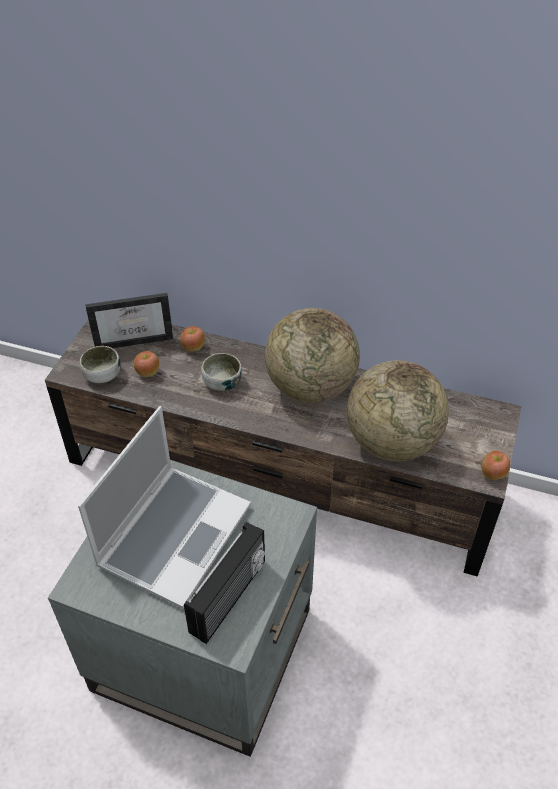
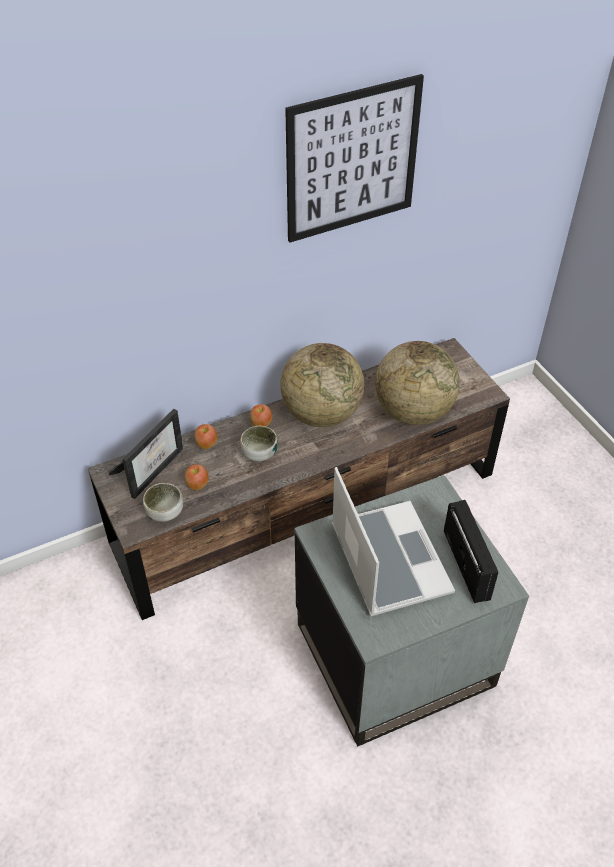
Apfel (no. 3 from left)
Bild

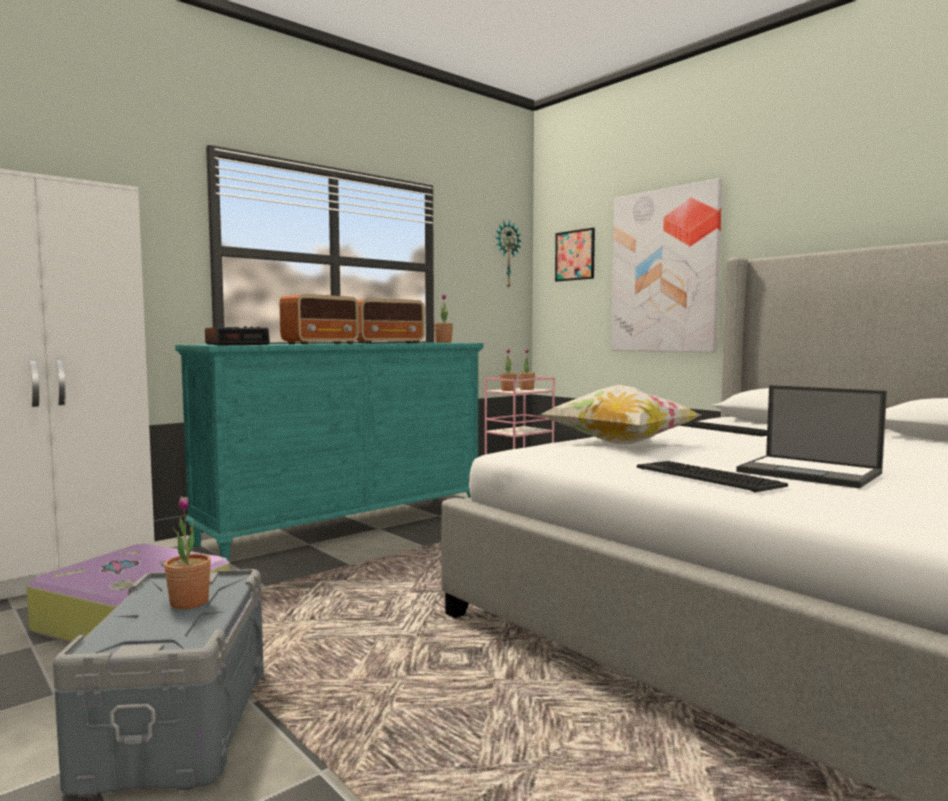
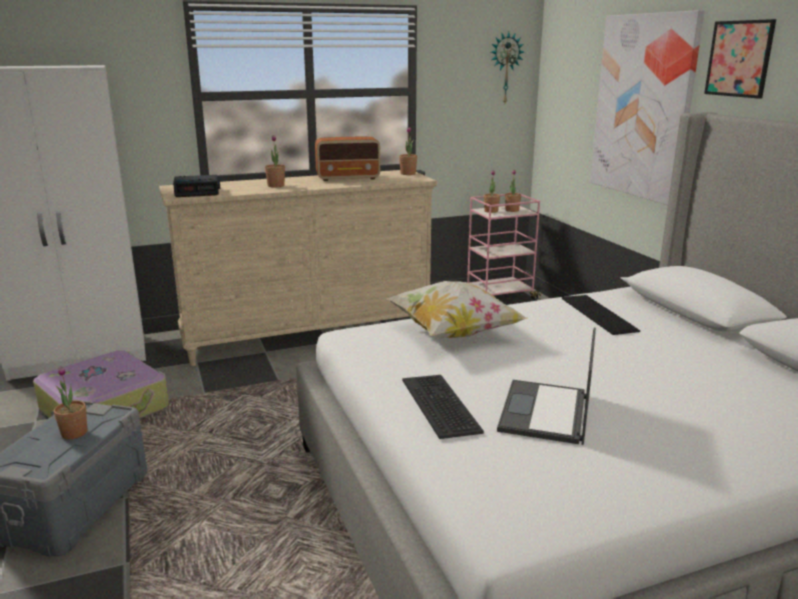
Bild (no. 2 from left)
Topfpflanze (no. 2 from left)
Kommode/beige
Laptop

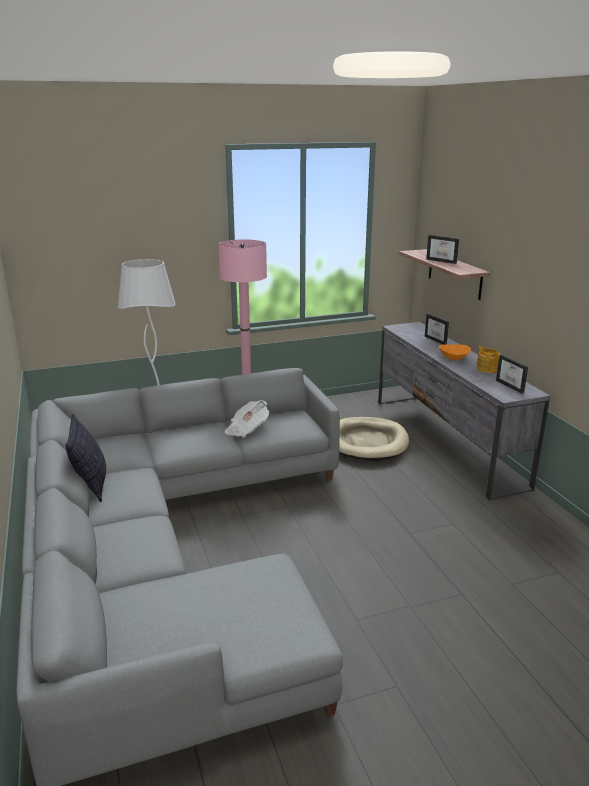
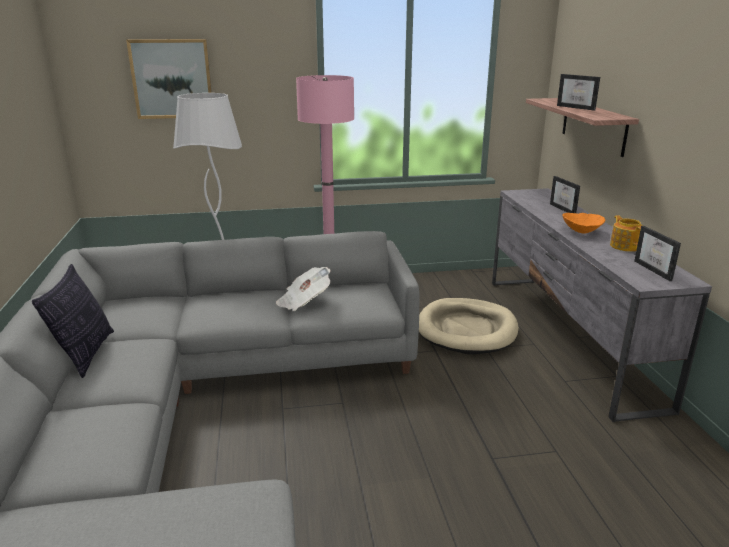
Bild

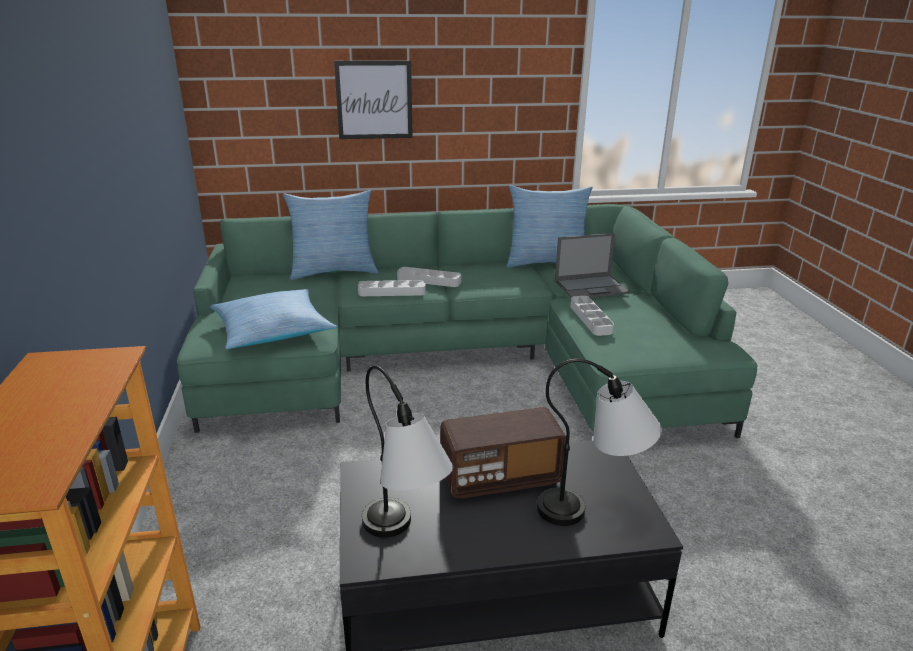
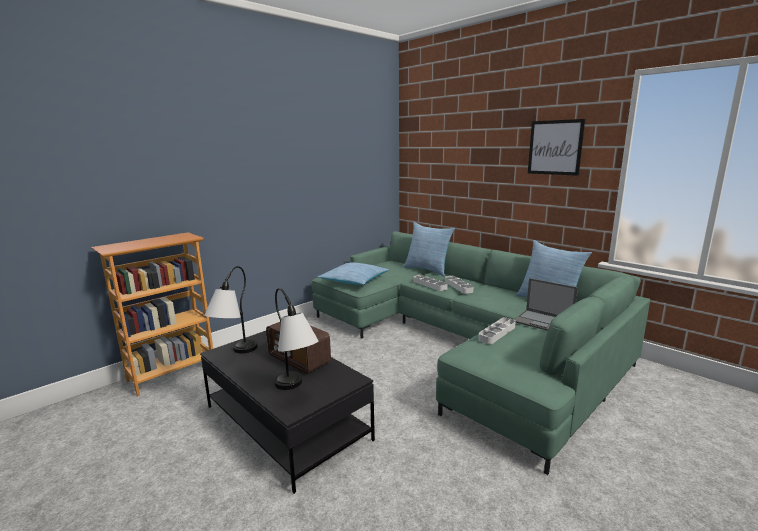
Bild

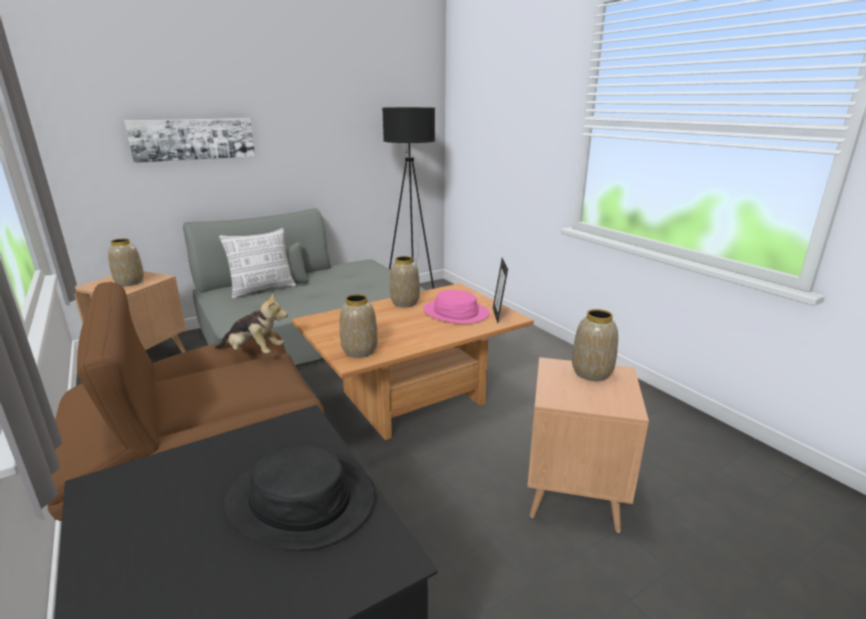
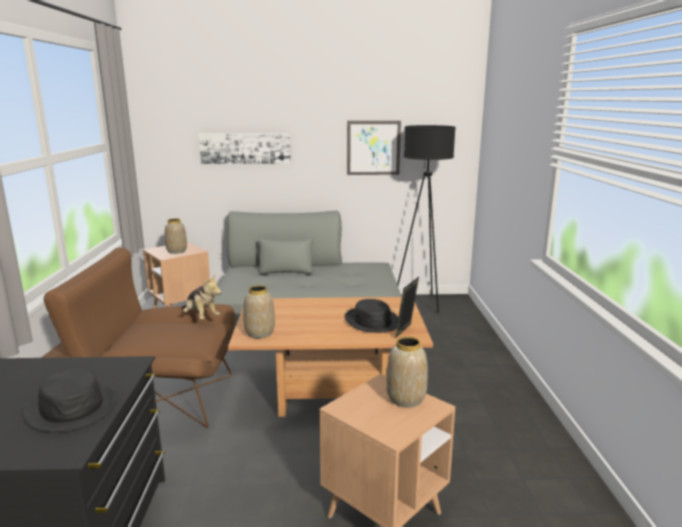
Kissen
Vase (no. 3 from left in the first image)
Hut/schwarz (no. 2 from left)
Bild (no. 2 from left)

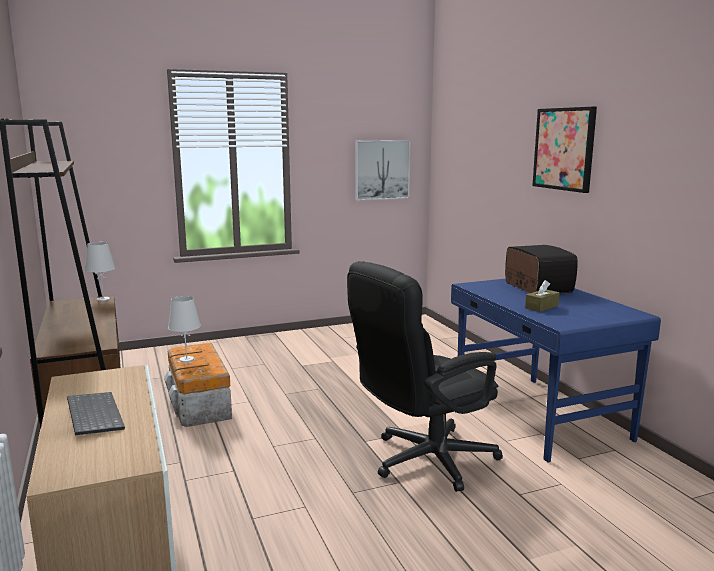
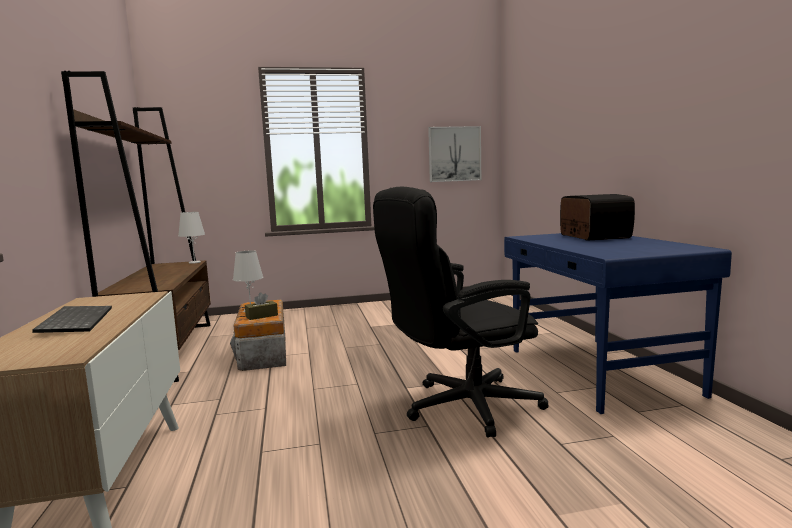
Bild (no. 2 from left in the first image)
Taschentuchbox/braun

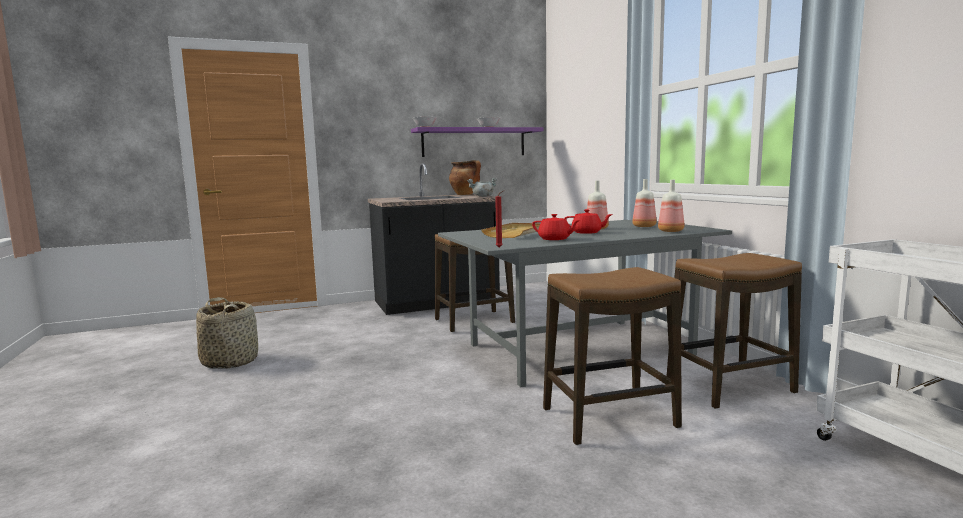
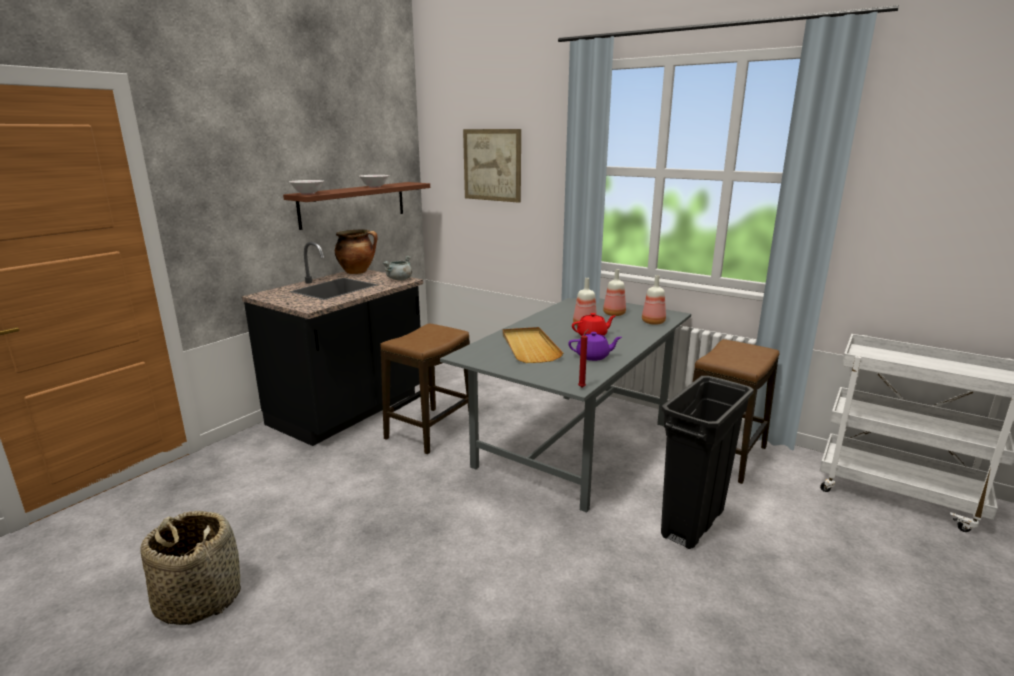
Wandregal/braun
Teekanne/lila
Mülleimer/schwarz
Bild

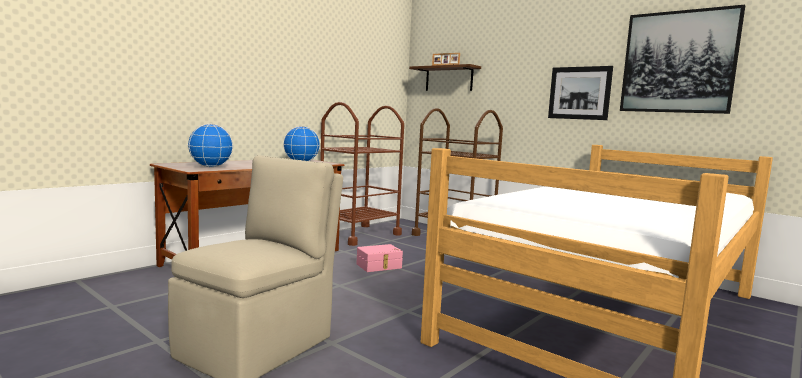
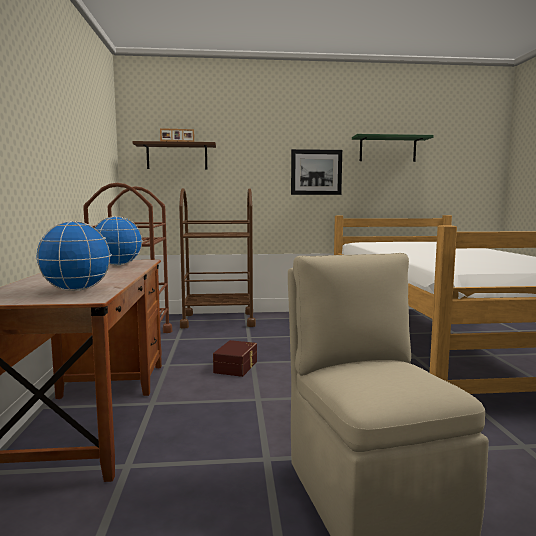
Wandregal/grün
Aufbewahrungsbox/braun

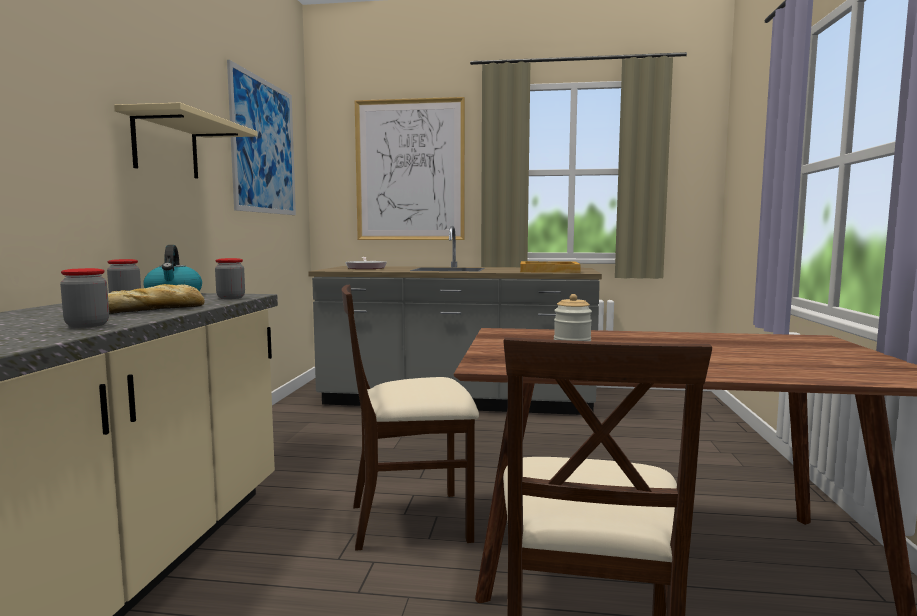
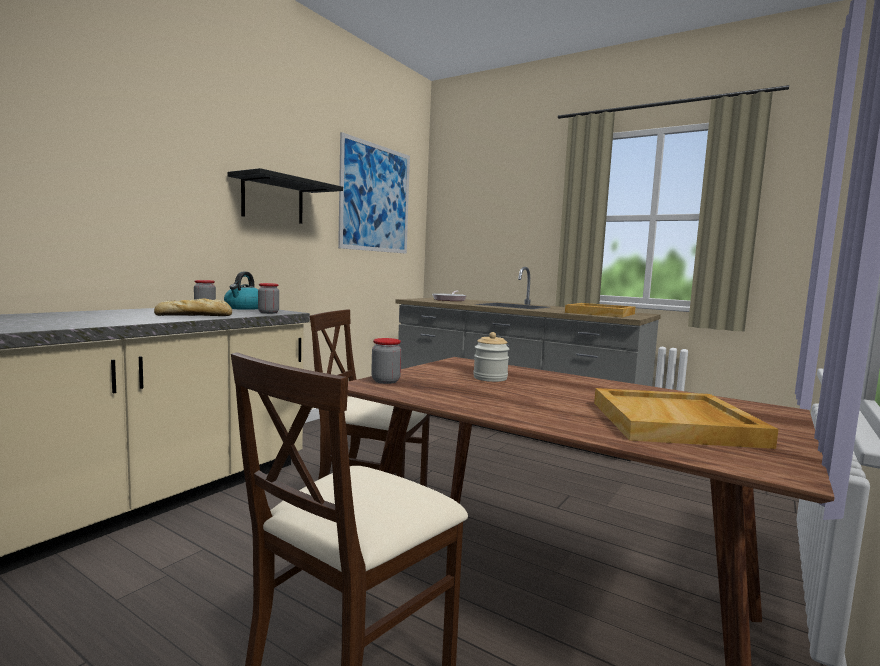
Bild (no. 2 from left in the first image)
Wandregal/schwarz
Vorratsglas (no. 3 from left)
Tablett/beige (no. 2 from left)

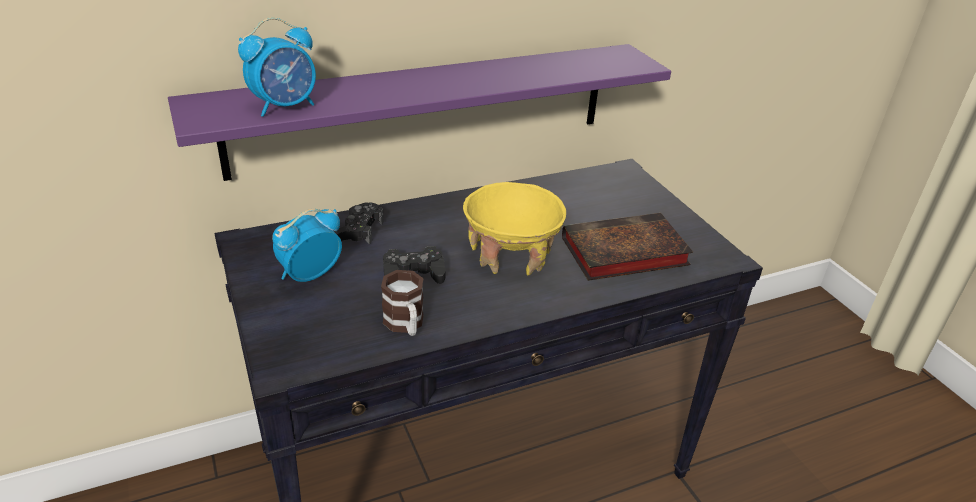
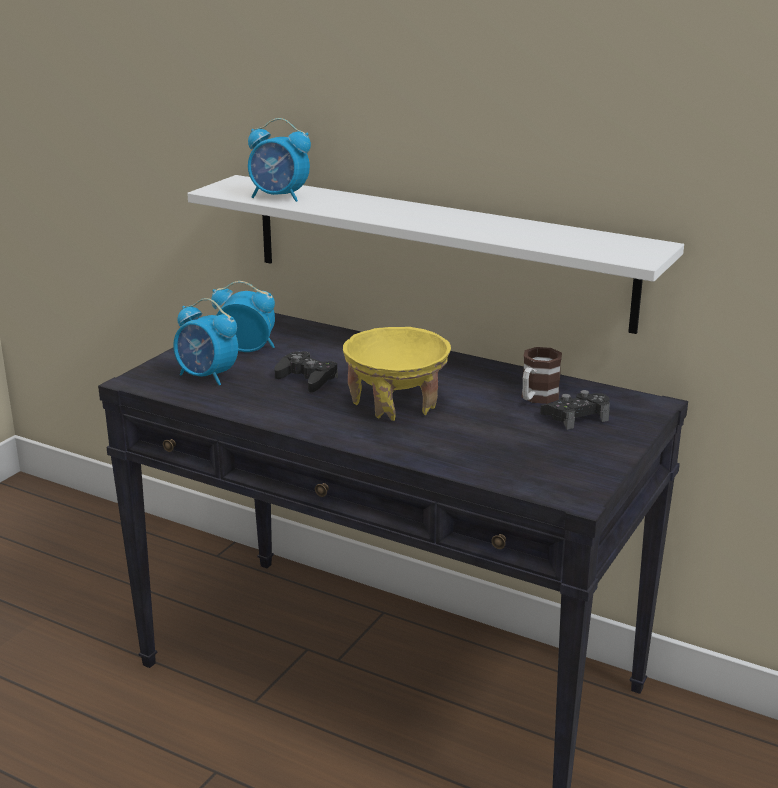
Wandregal/weiß
Gamepad/schwarz (no. 2 from left)
Buch
Henkelbecher
Wecker (no. 1 from left)

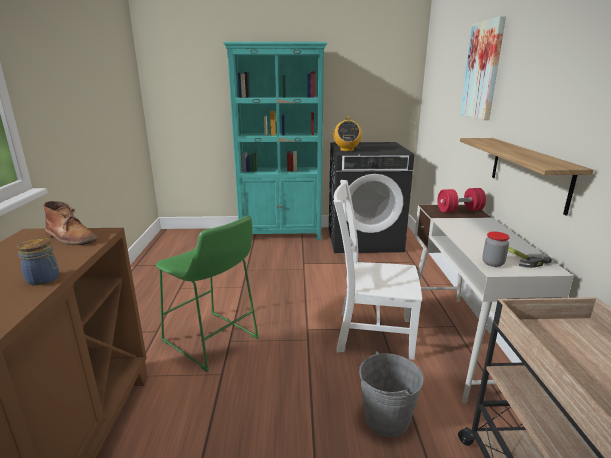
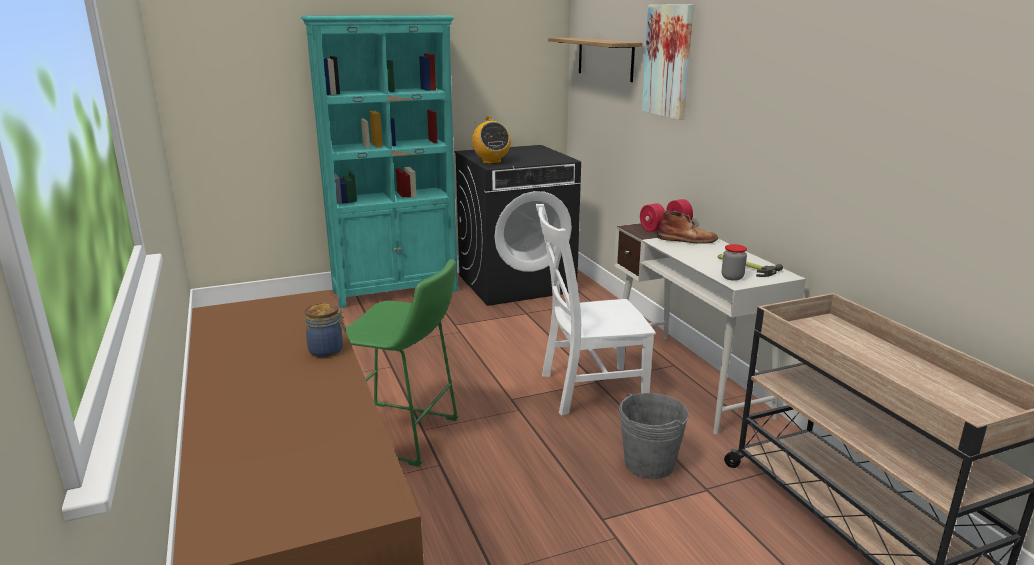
Wandregal
Stiefel/braun

